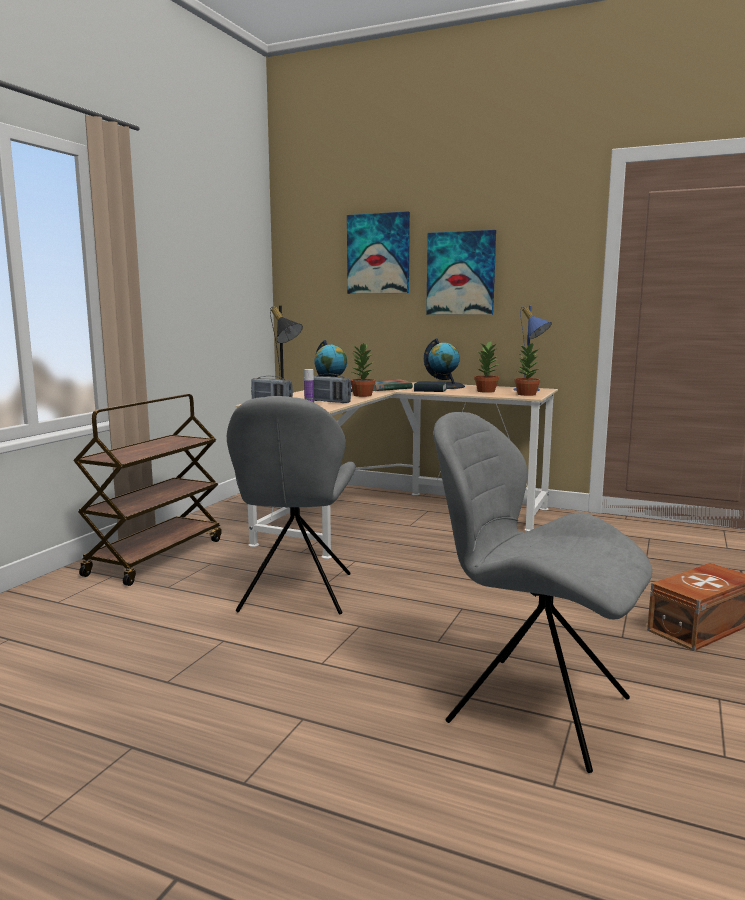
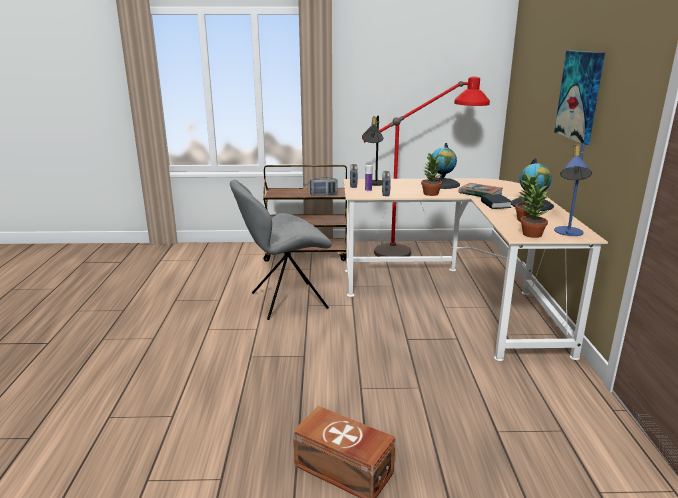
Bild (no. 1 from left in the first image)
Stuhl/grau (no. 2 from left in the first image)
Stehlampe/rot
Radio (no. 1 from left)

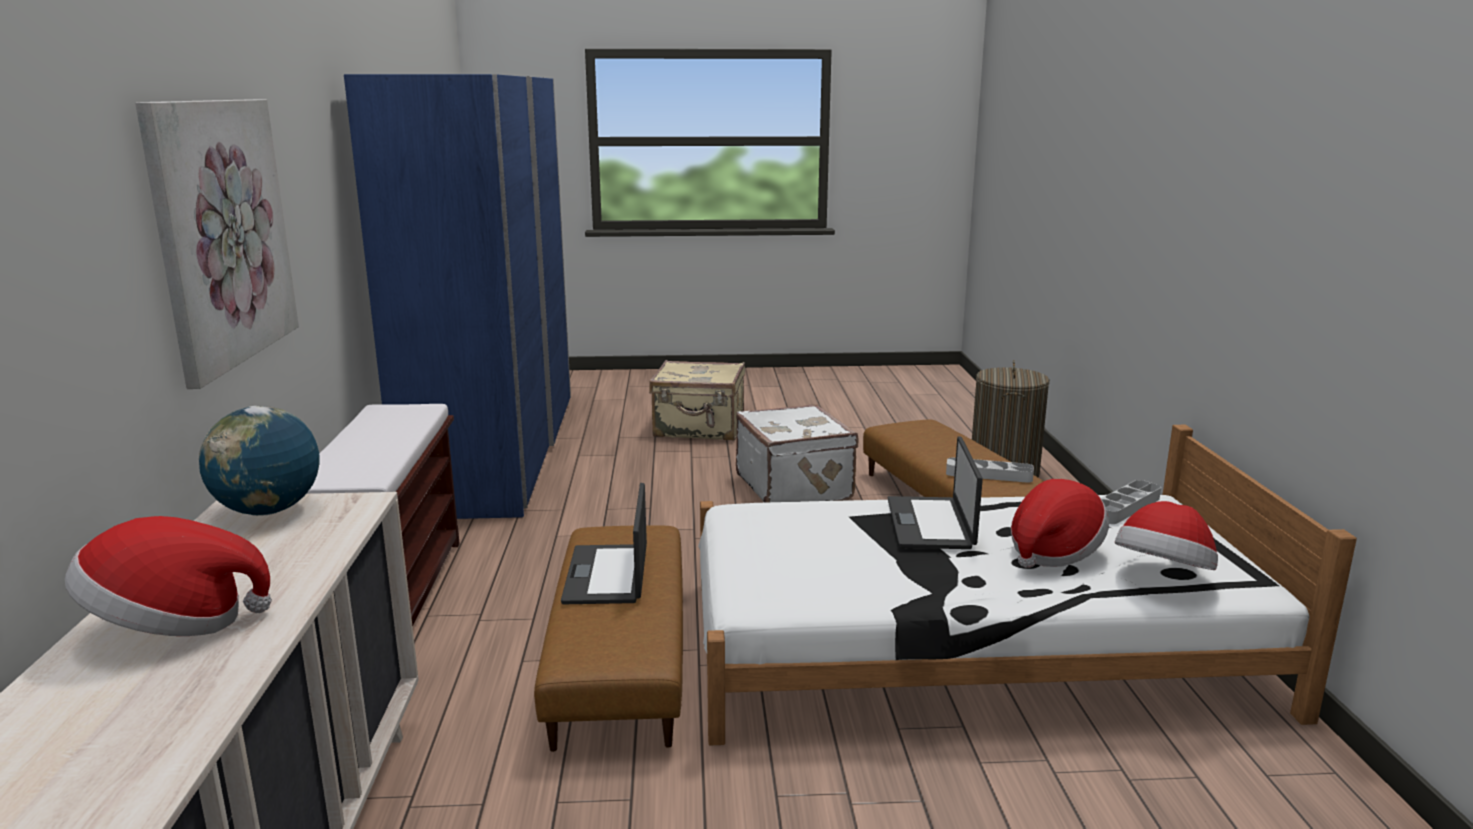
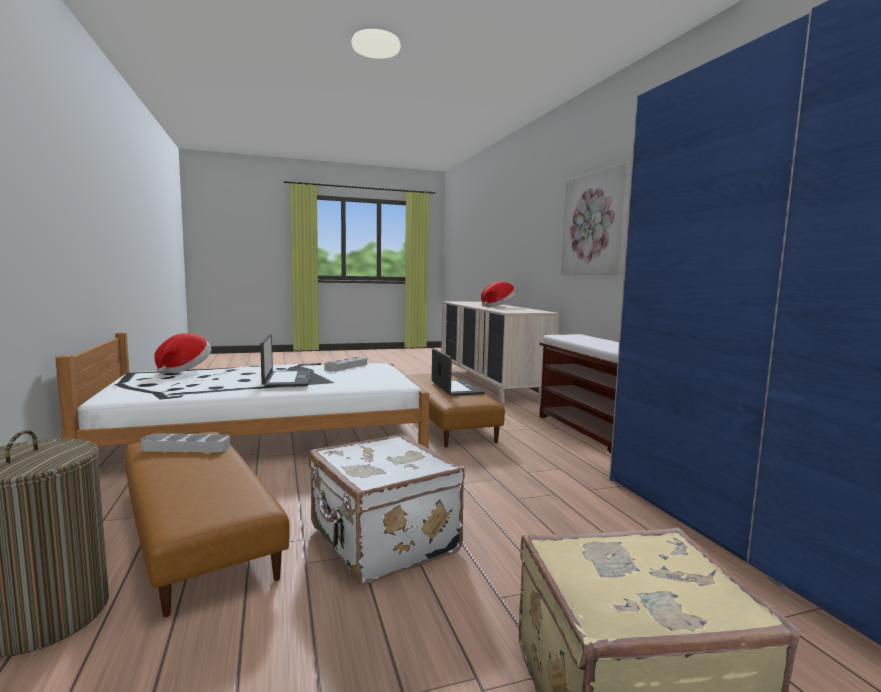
Globus
Hut (no. 2 from left in the first image)
Tablett/grau (no. 2 from left)

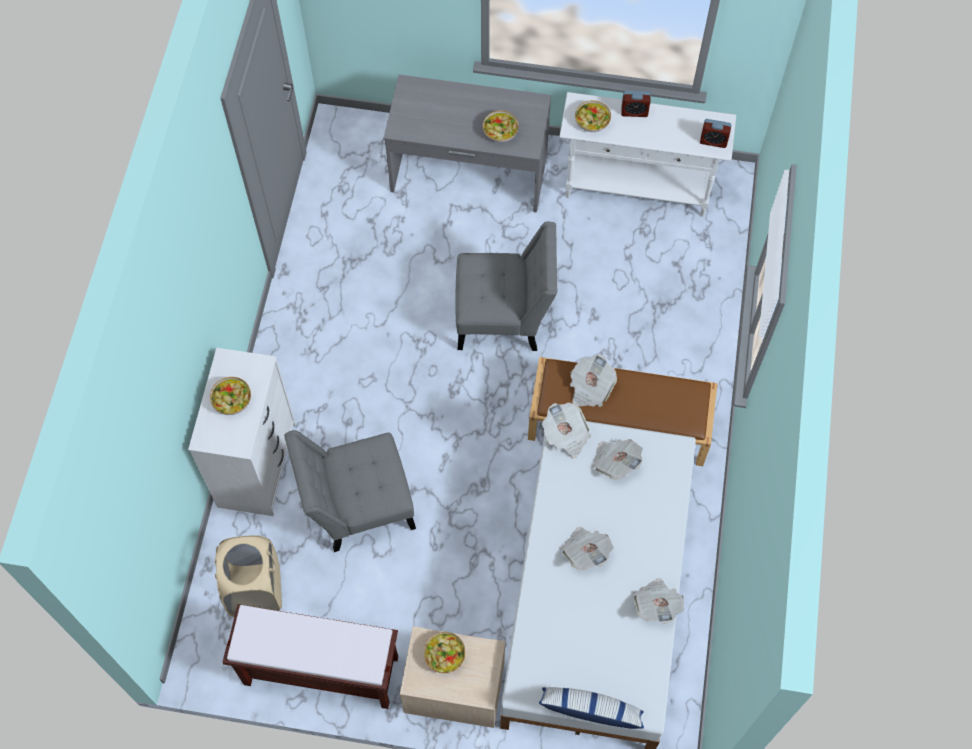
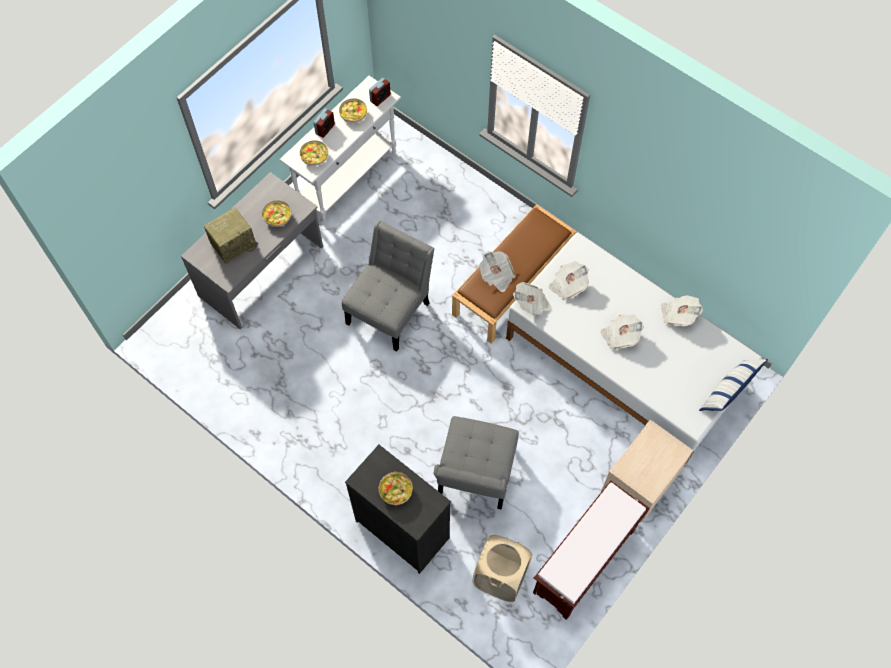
Kommode/schwarz
Schüssel (no. 3 from left)
Radio

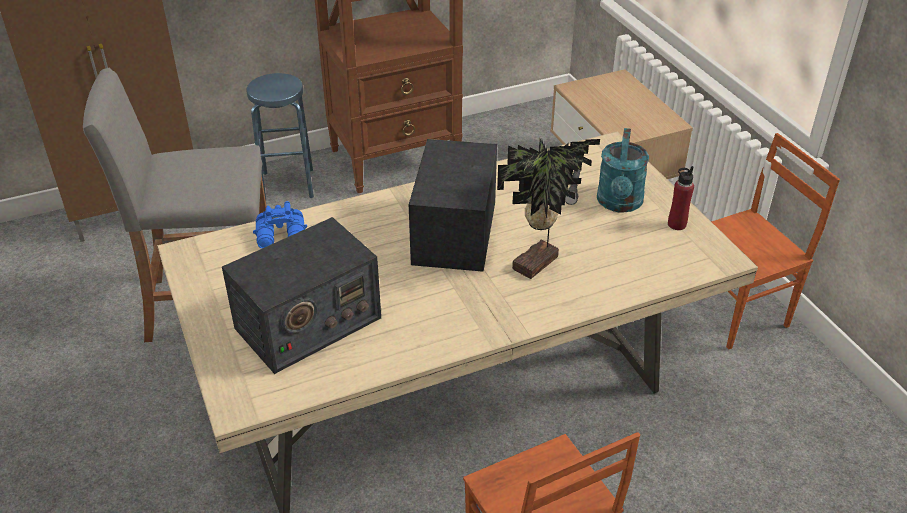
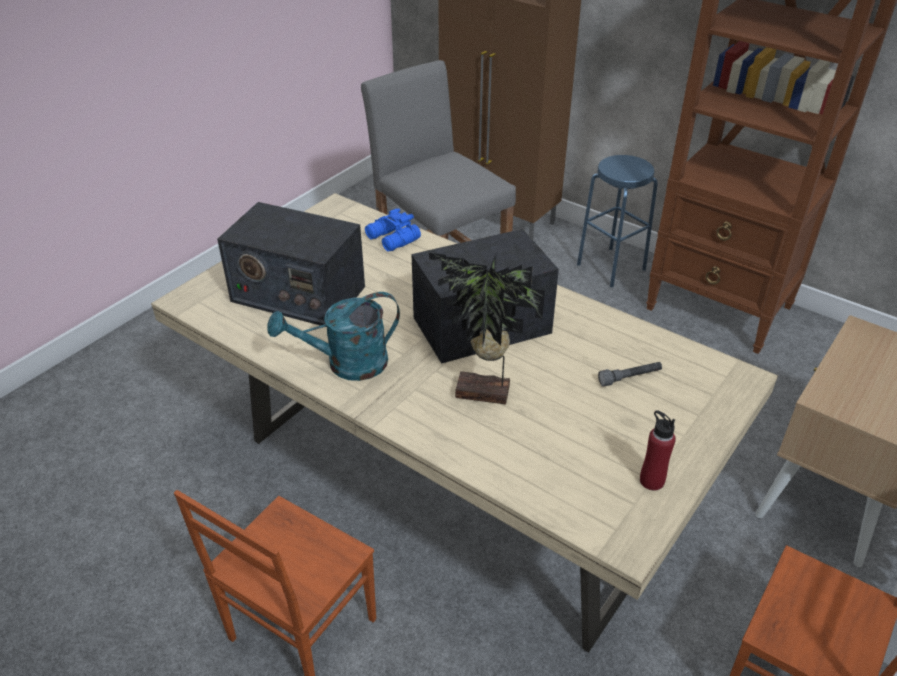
Gießkanne/türkis

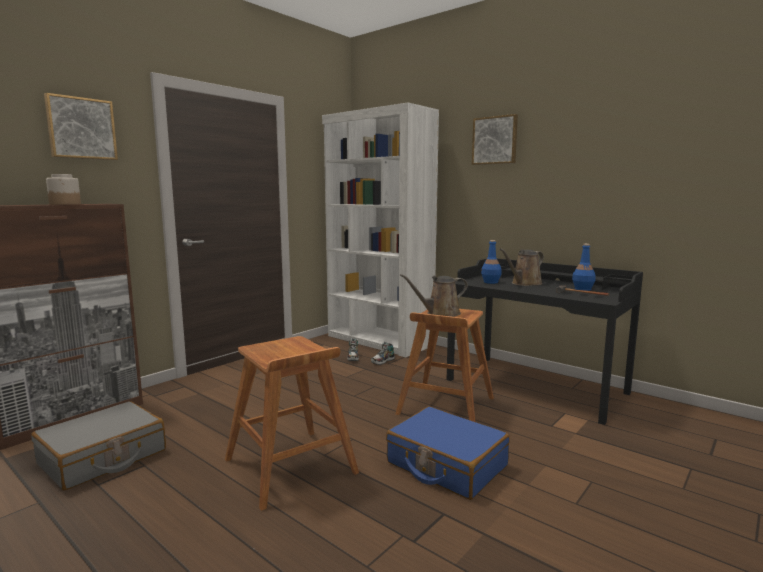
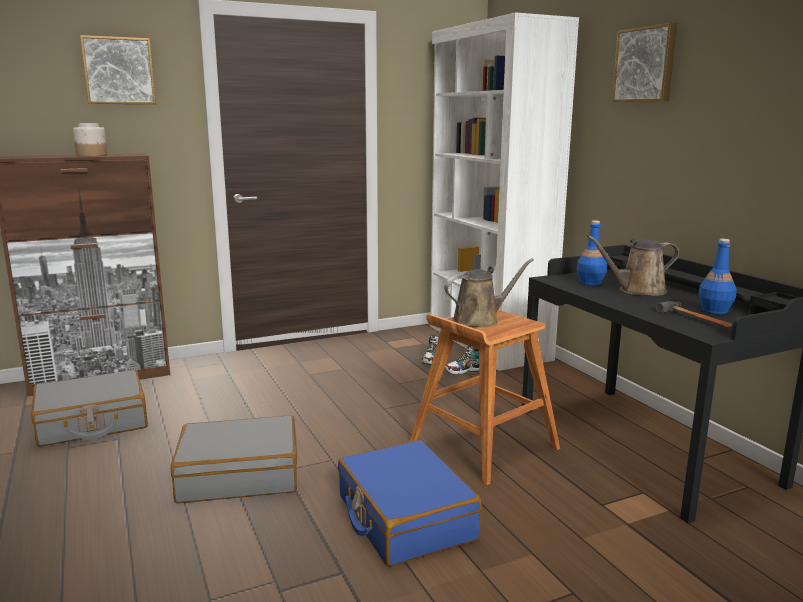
Gießkanne/braun (no. 1 from left)
Koffer/grau (no. 2 from left)

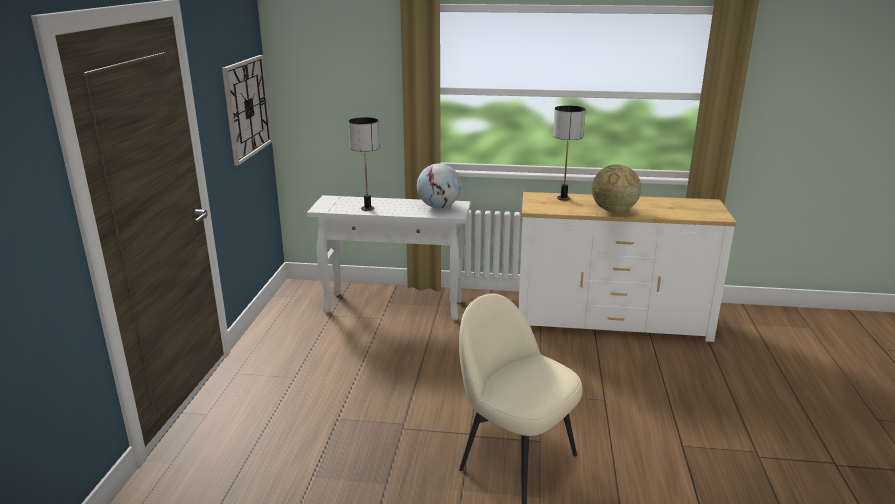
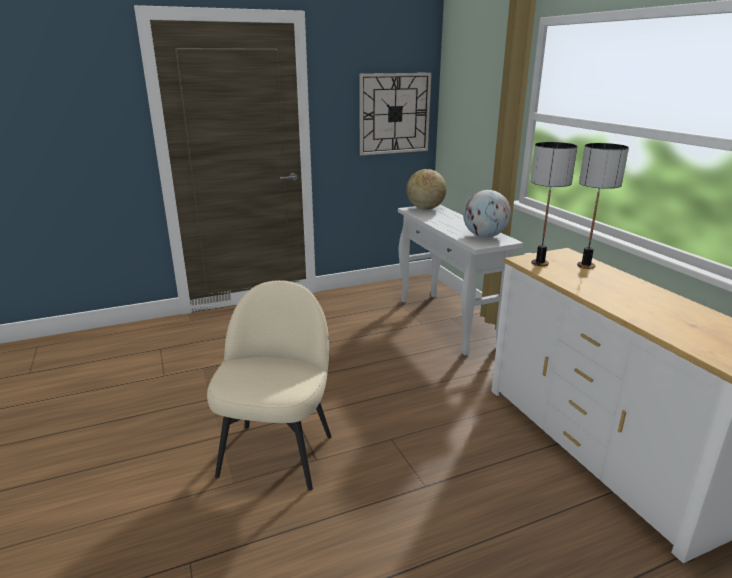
Tischlampe (no. 1 from left)
Globus (no. 1 from left)

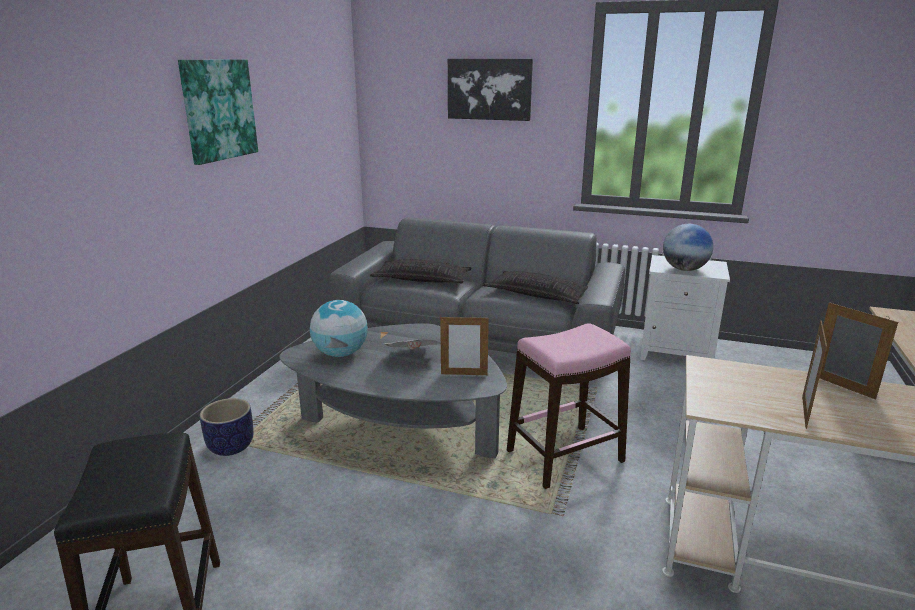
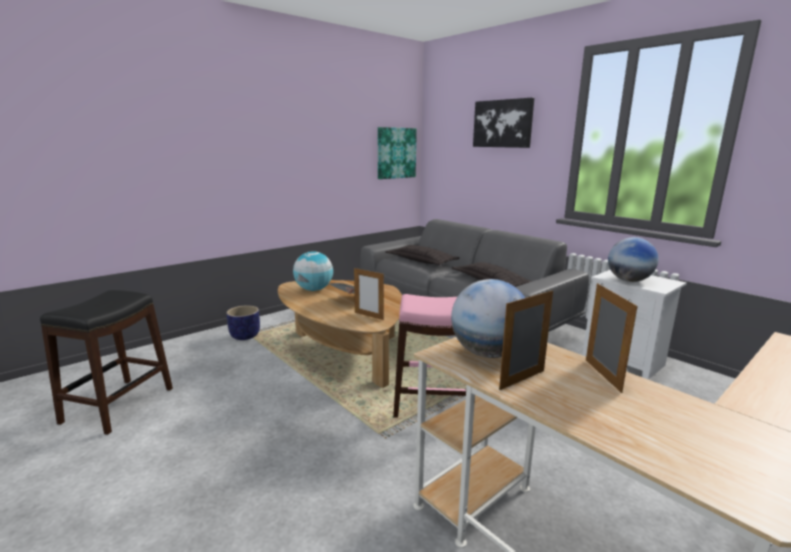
Bild (no. 1 from left)
Couchtisch/braun
Globus (no. 2 from left)

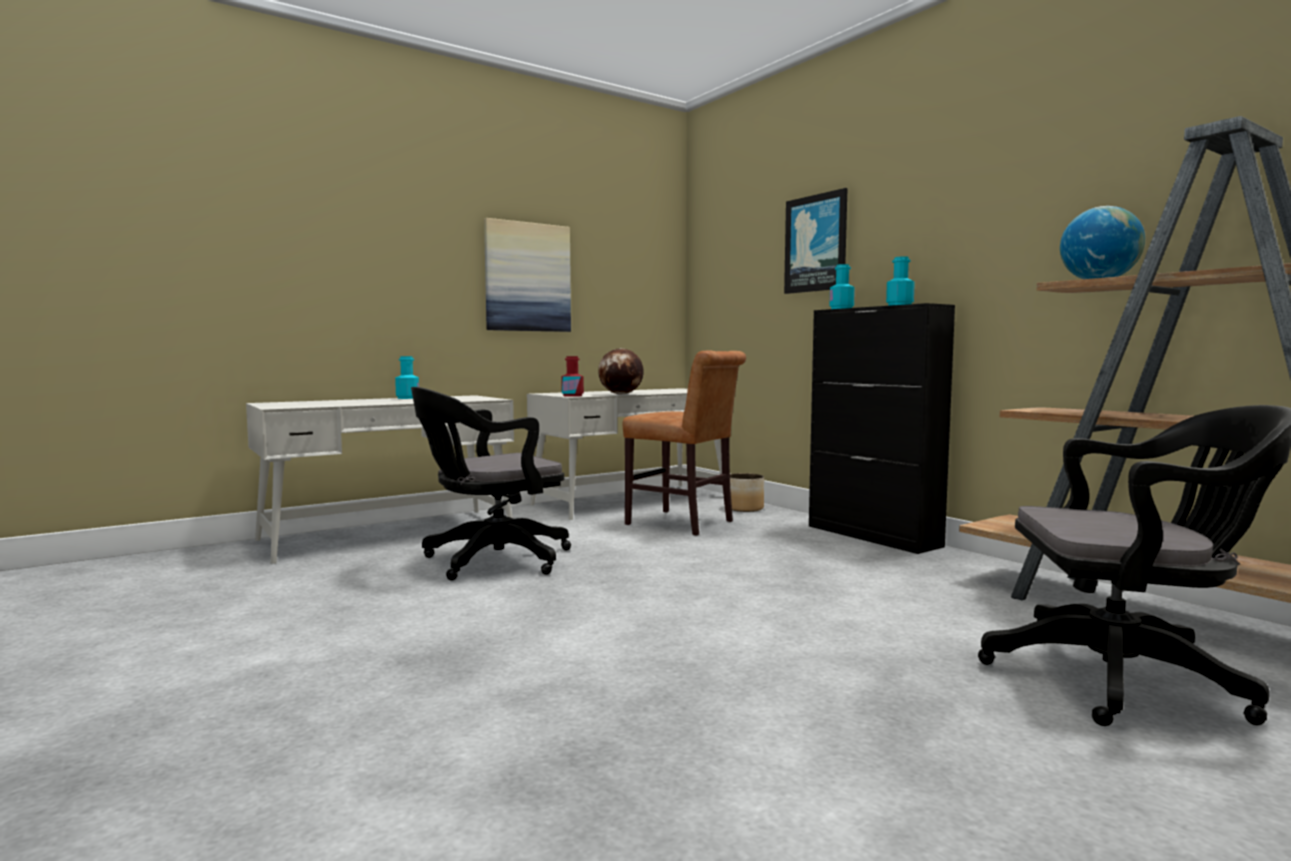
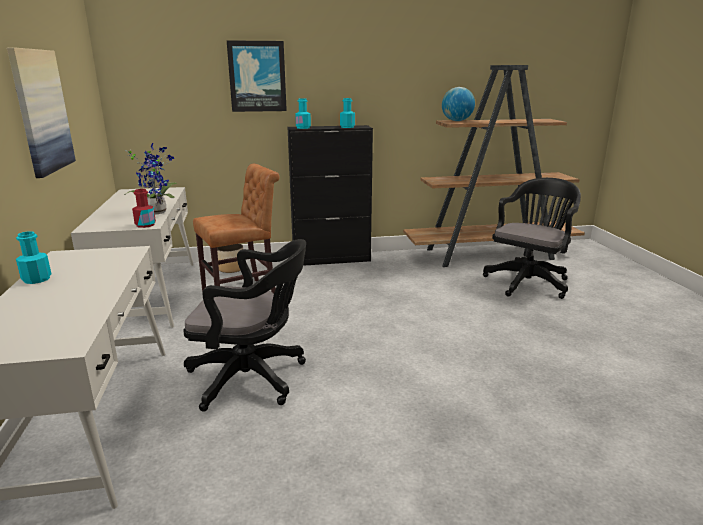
Topfpflanze
Bürostuhl/schwarz (no. 1 from left)

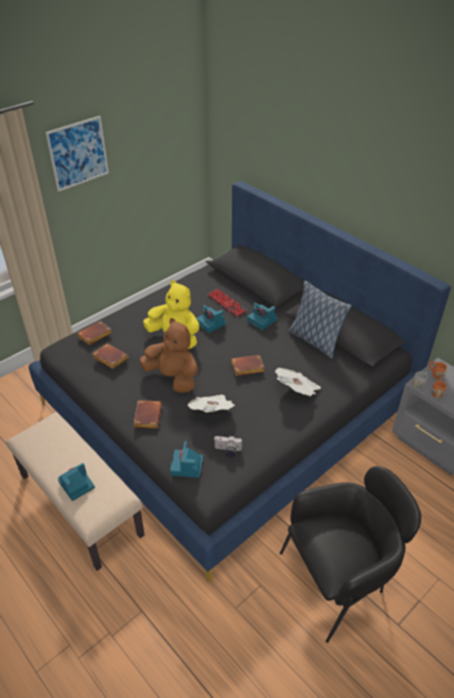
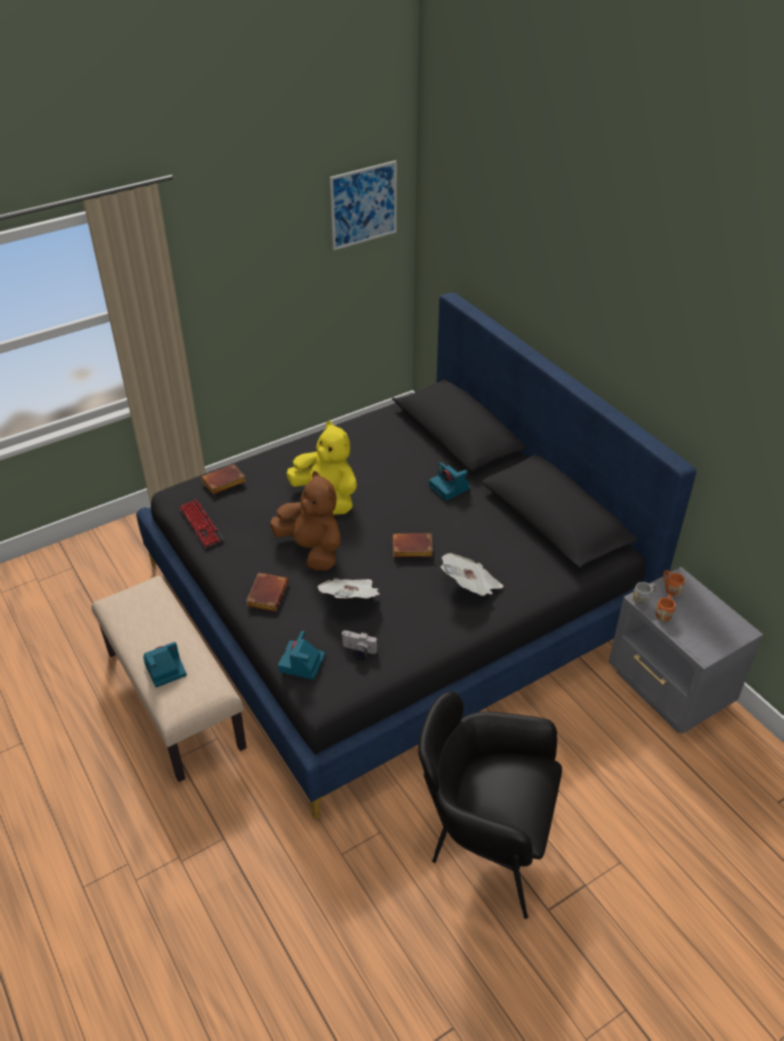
Bild
Kissen
Tastatur
Kamera (no. 3 from left in the first image)
Buch/braun (no. 2 from left in the first image)
Sessel/schwarz

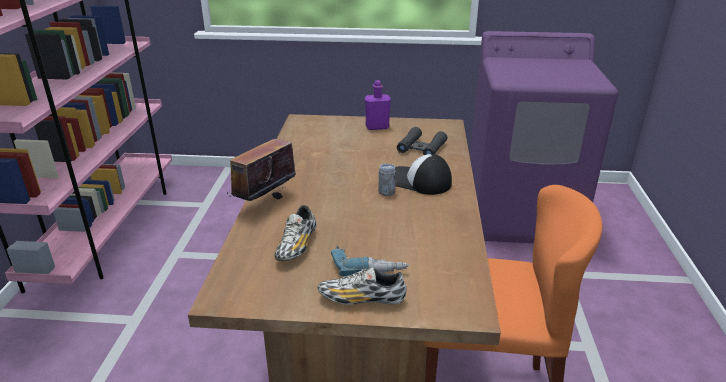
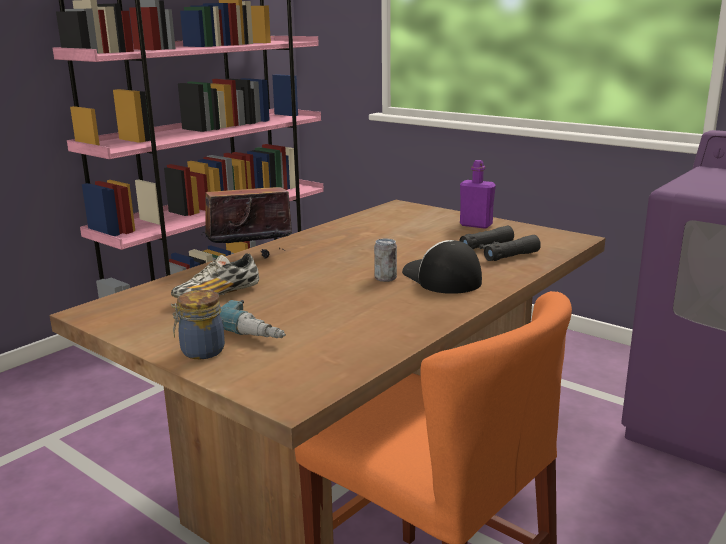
Vorratsglas

